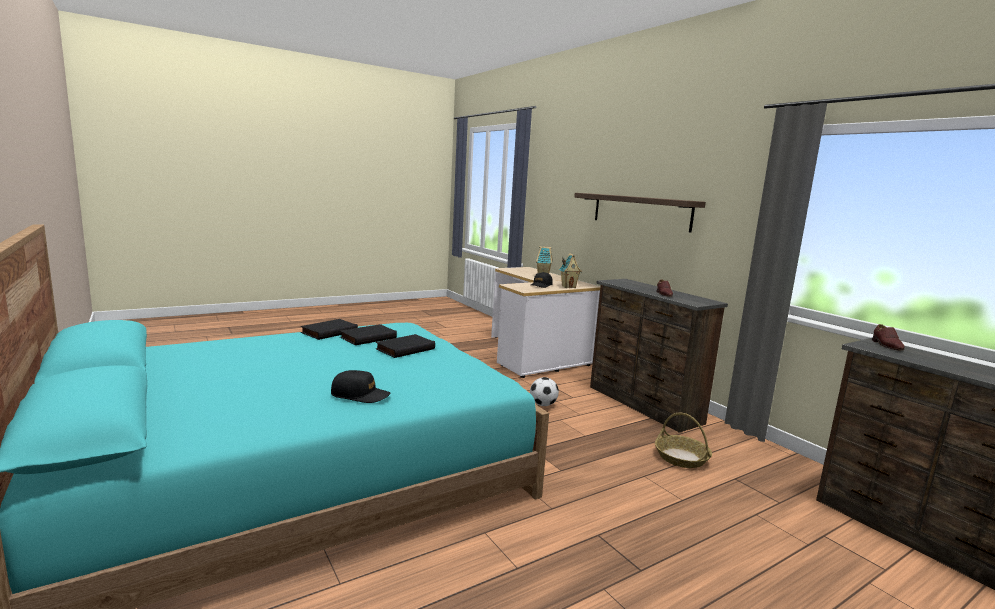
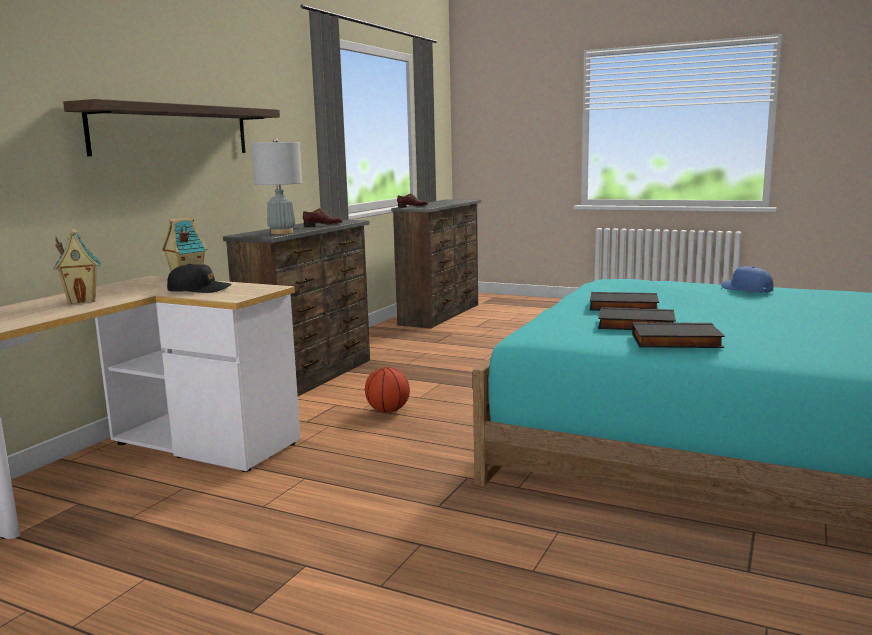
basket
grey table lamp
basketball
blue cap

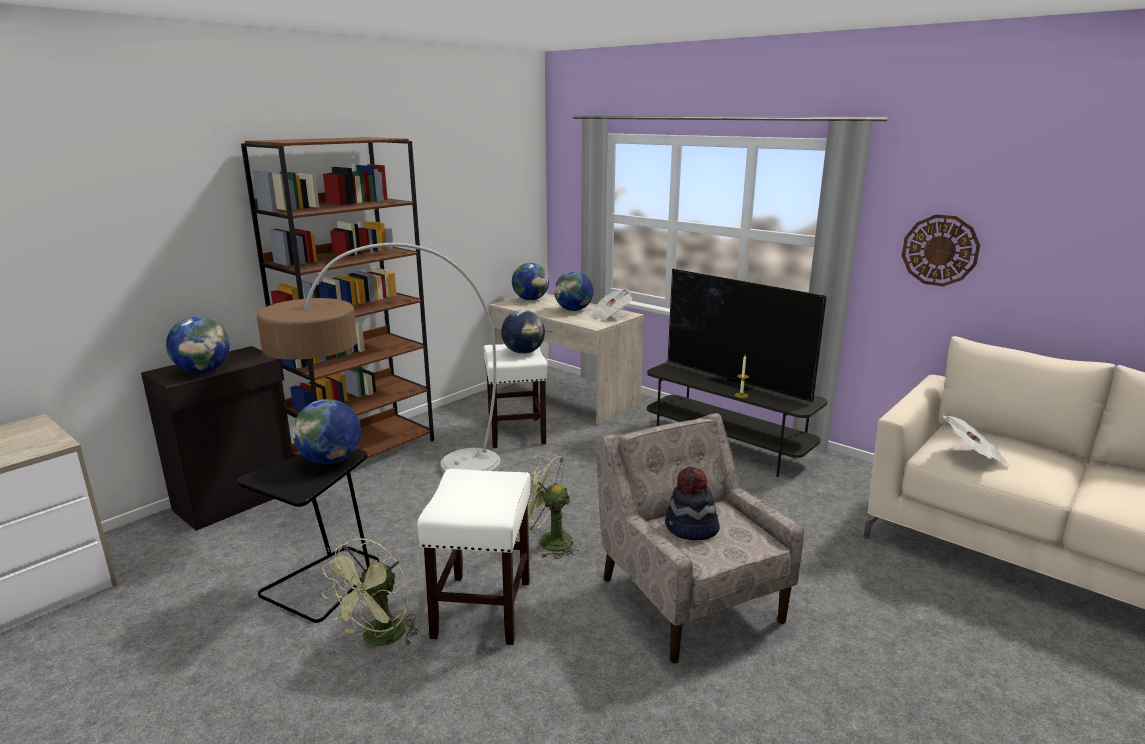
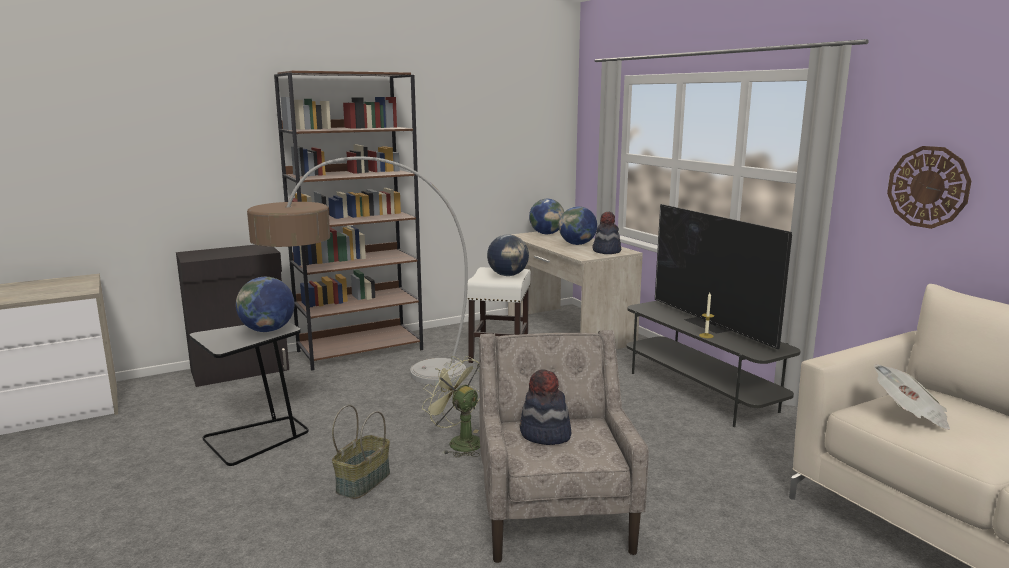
globe (no. 1 from left in the first image)
green fan (no. 1 from left in the first image)
basket
hat (no. 2 from left)

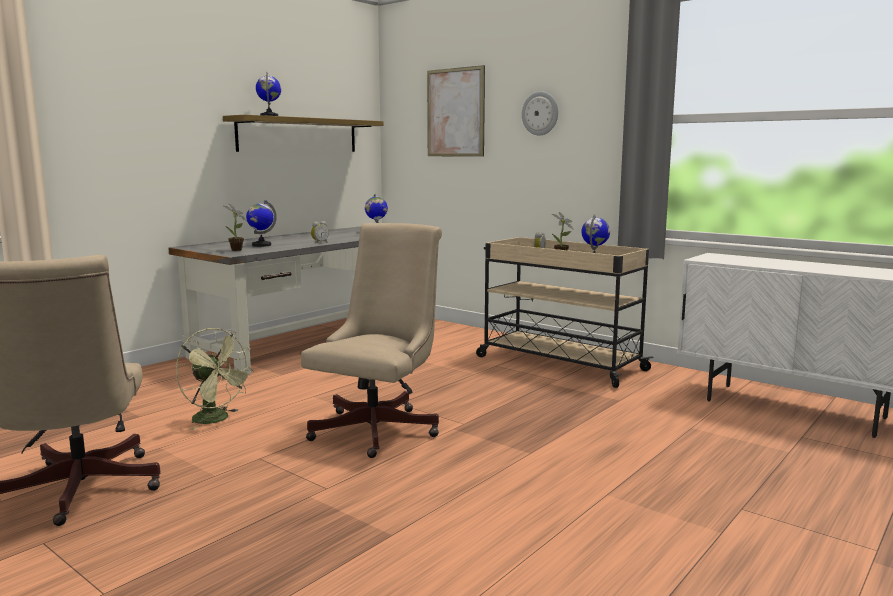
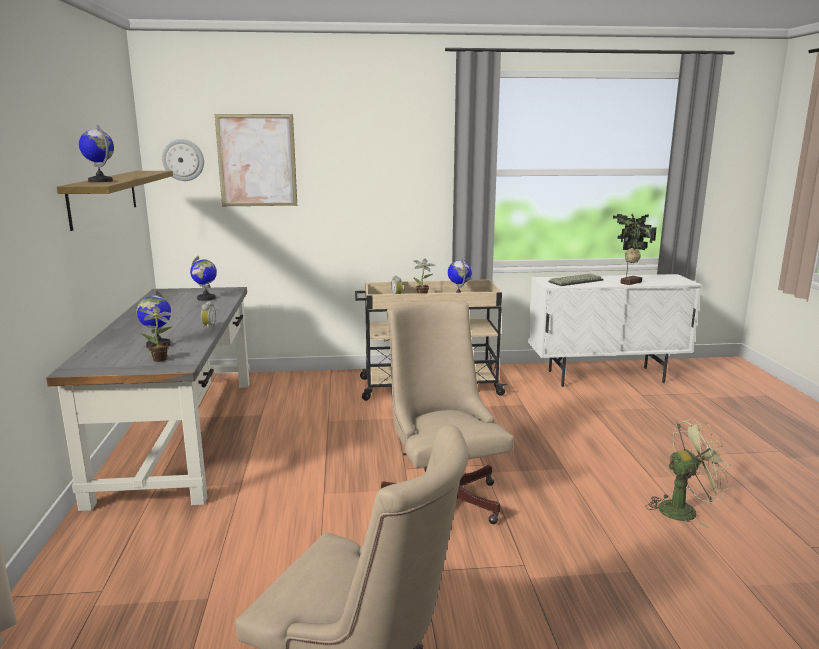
keyboard
potted plant (no. 3 from left)
green fan
wall clock

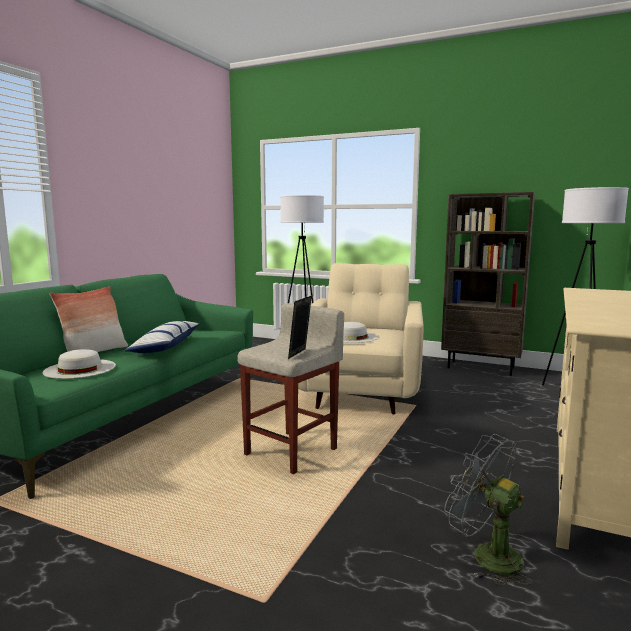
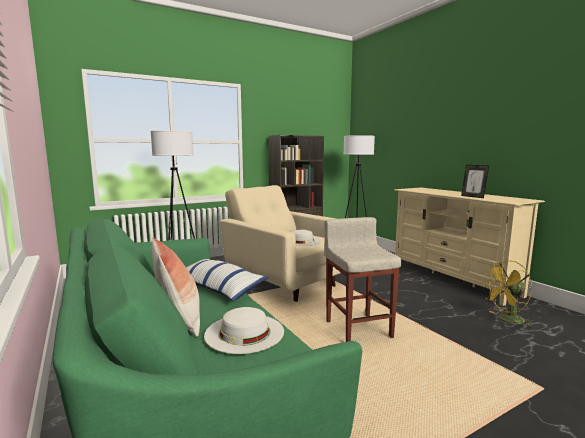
picture frame
yellow fan

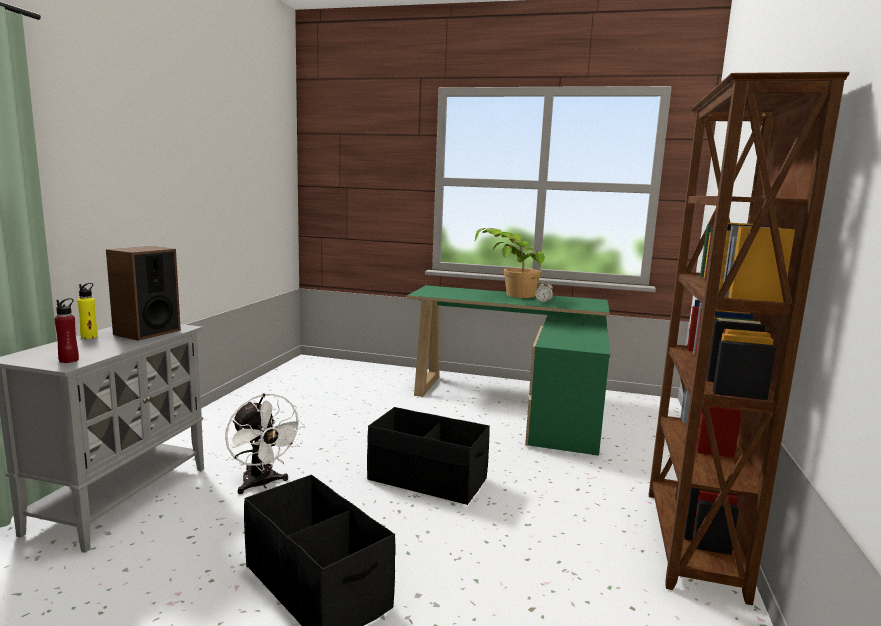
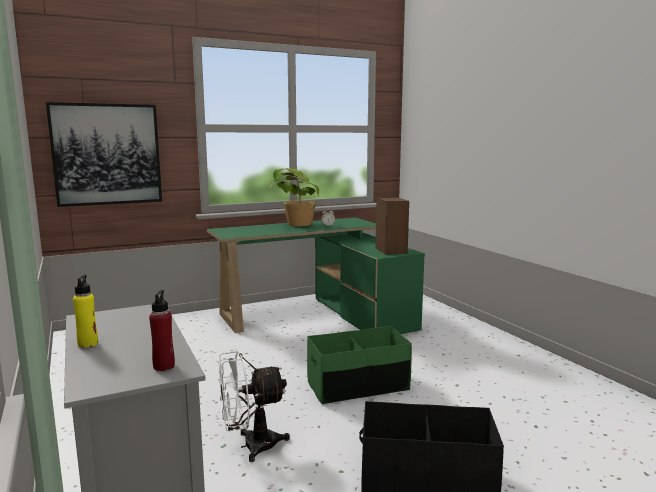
brown bookcase
picture
speaker
green storage box
white fan

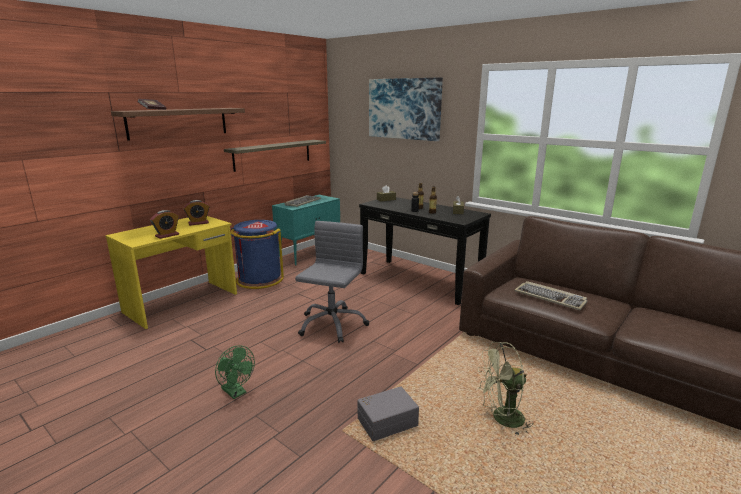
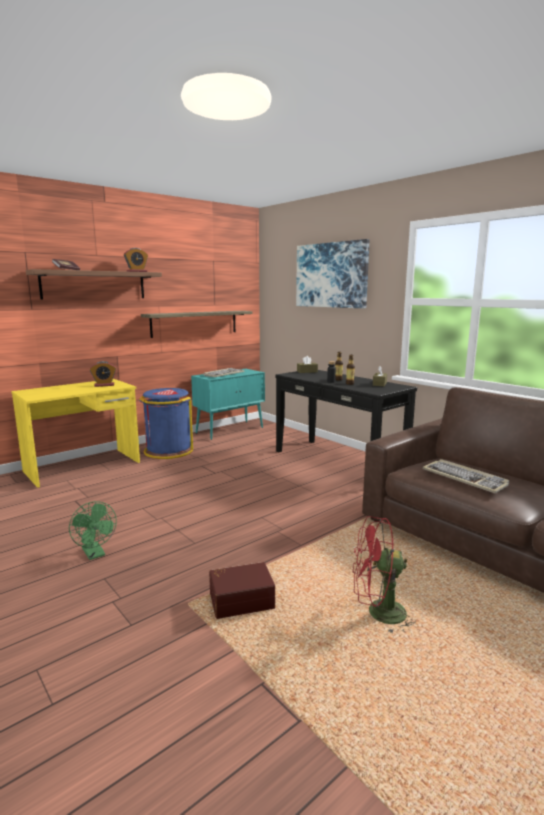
grey office chair
alarm clock (no. 2 from left)
brown storage box
red fan

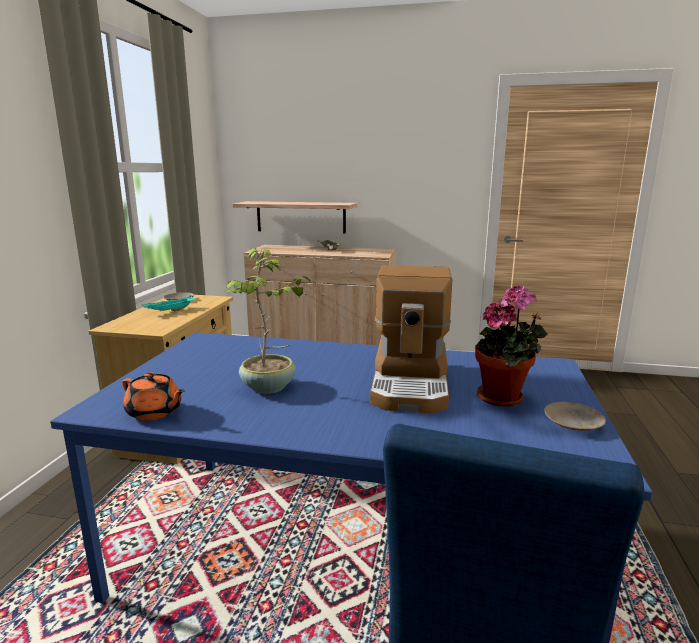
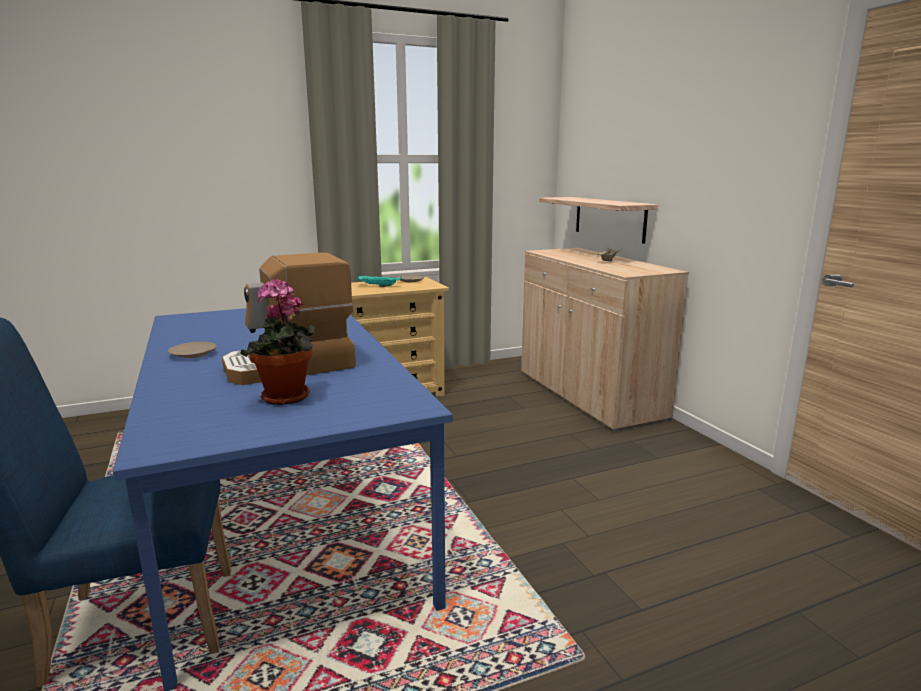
orange teapot
potted plant (no. 1 from left in the first image)
beige plate (no. 1 from left)

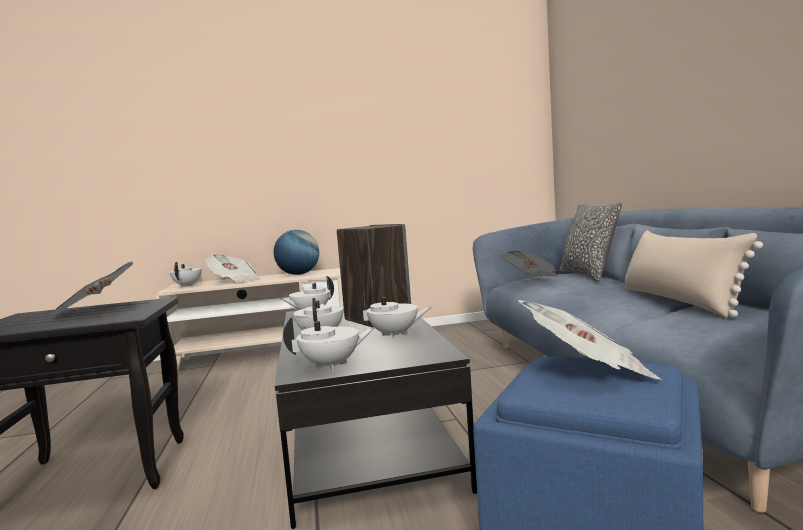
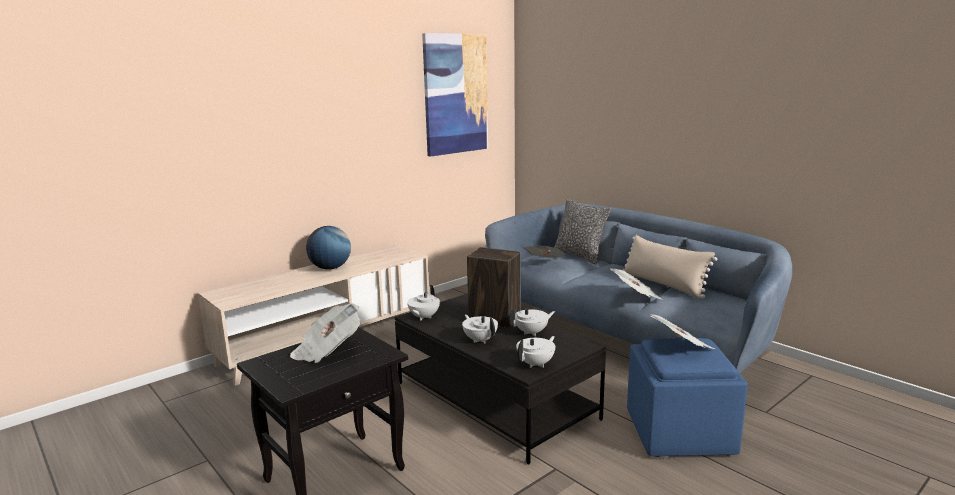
white teapot (no. 1 from left in the first image)
picture
newspaper (no. 3 from left)

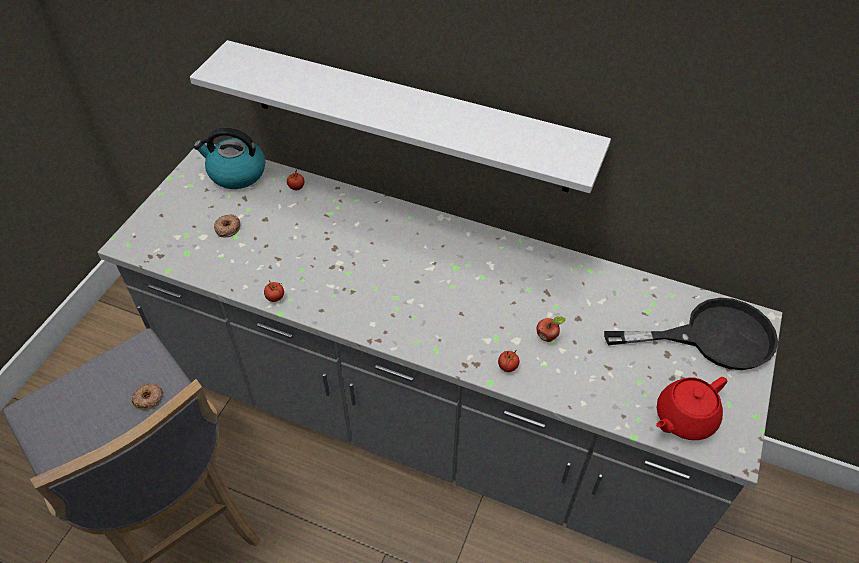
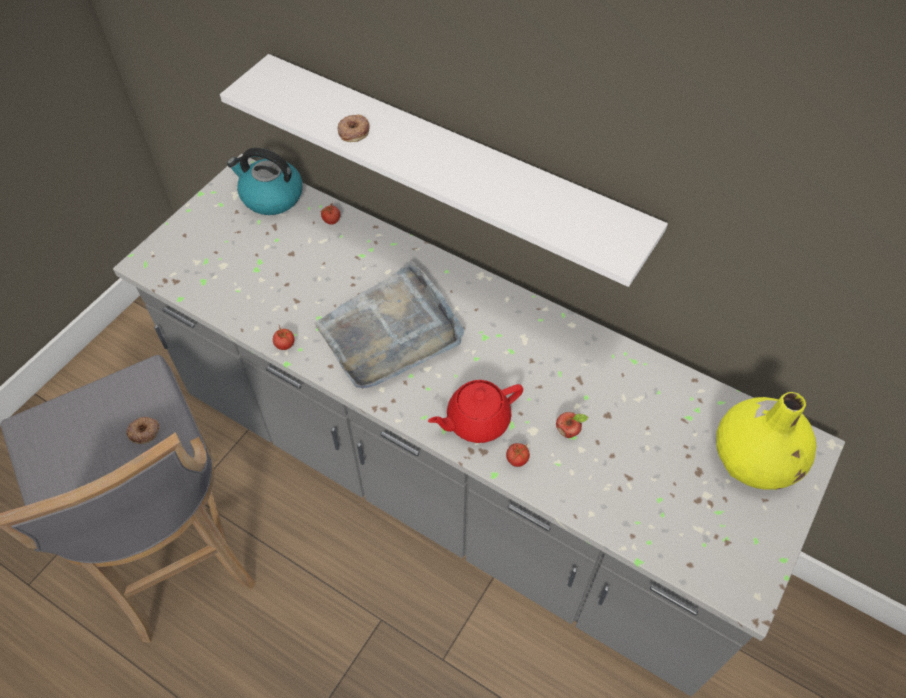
grey tray
donut (no. 2 from left)
red teapot
yellow vase

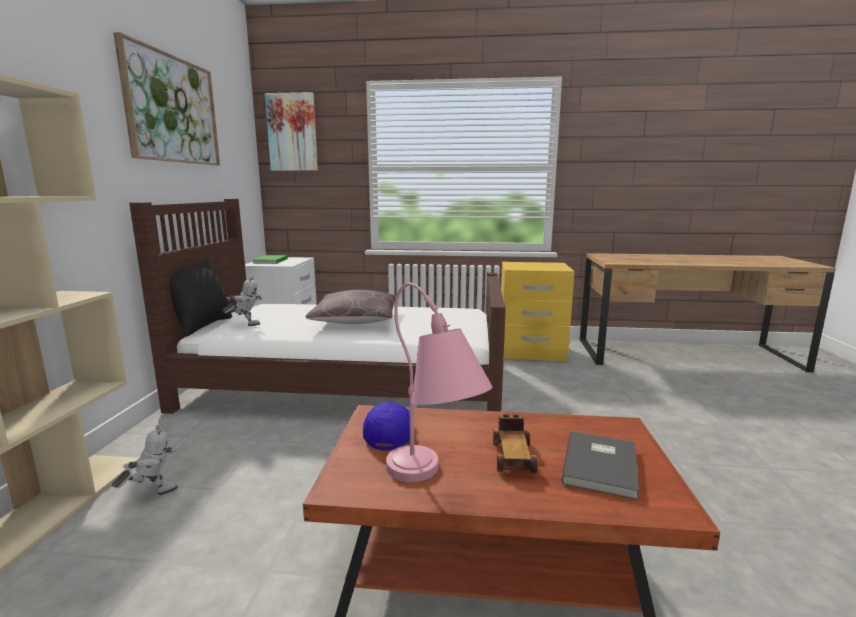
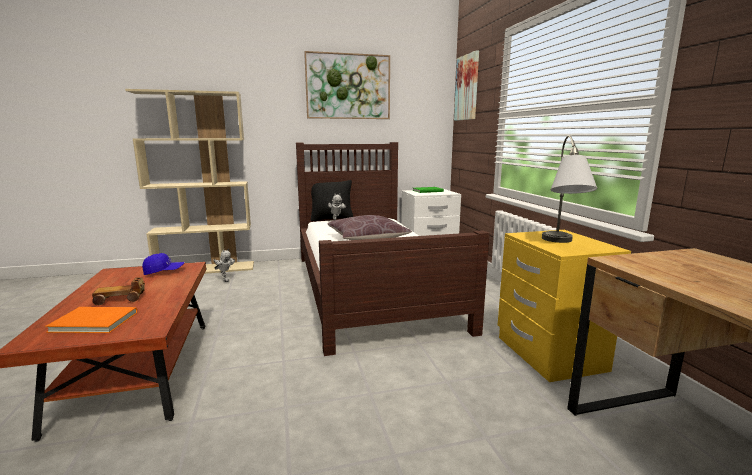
pink table lamp
grey table lamp
orange book

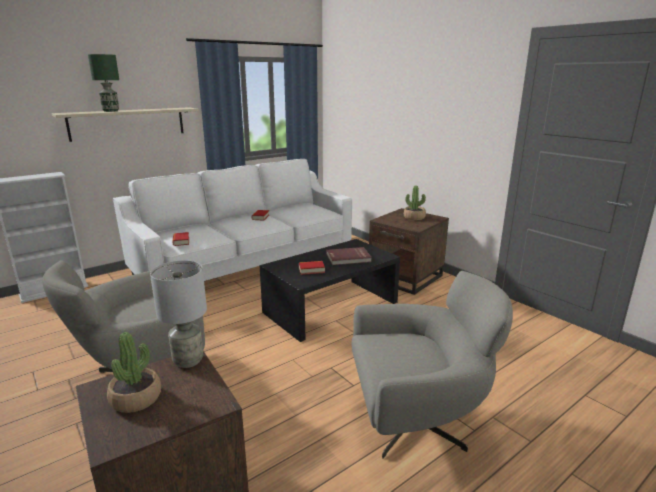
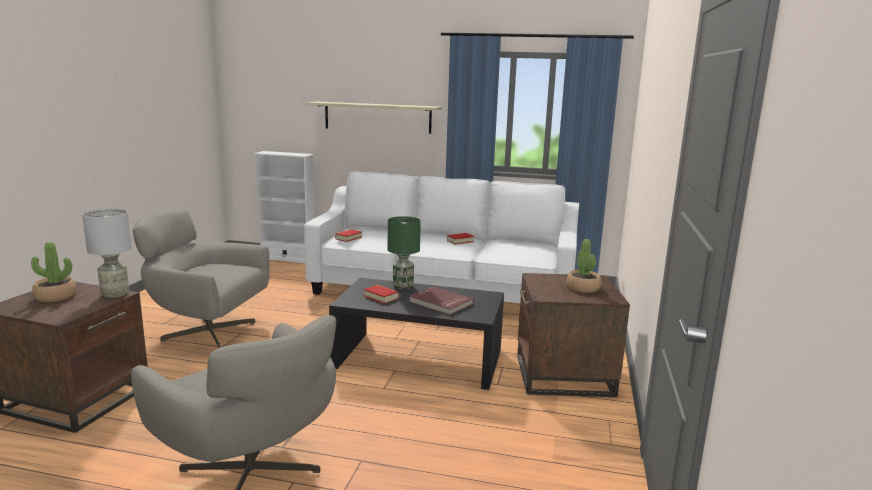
green table lamp

